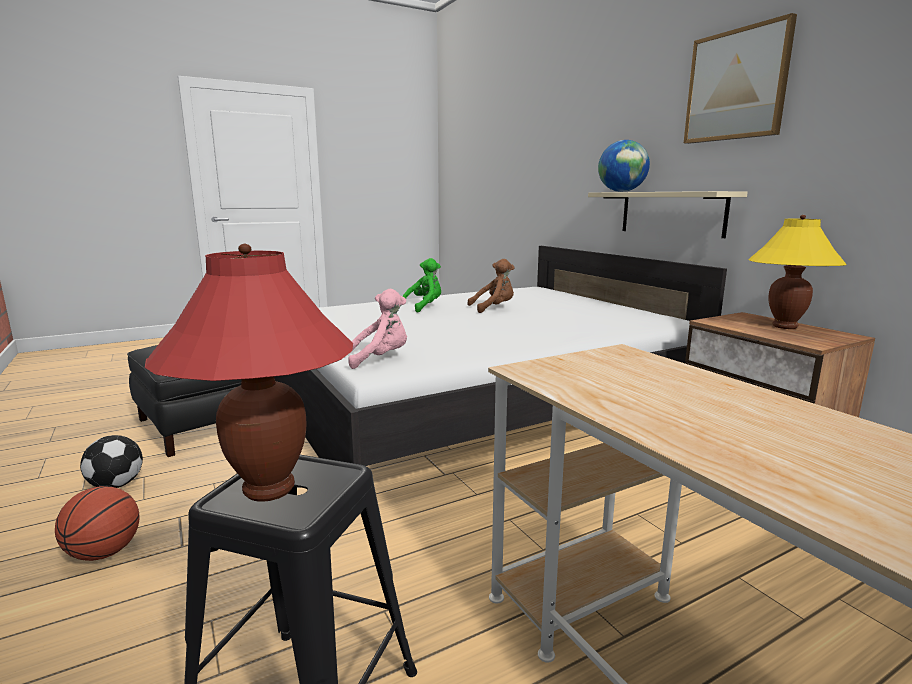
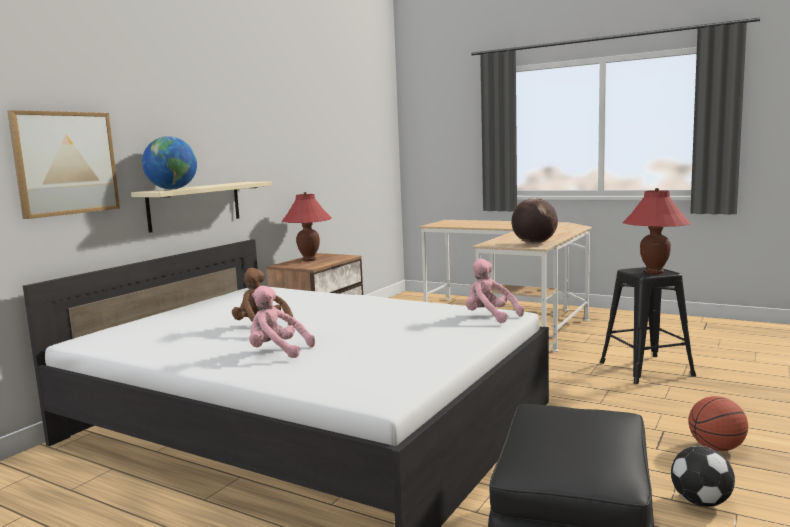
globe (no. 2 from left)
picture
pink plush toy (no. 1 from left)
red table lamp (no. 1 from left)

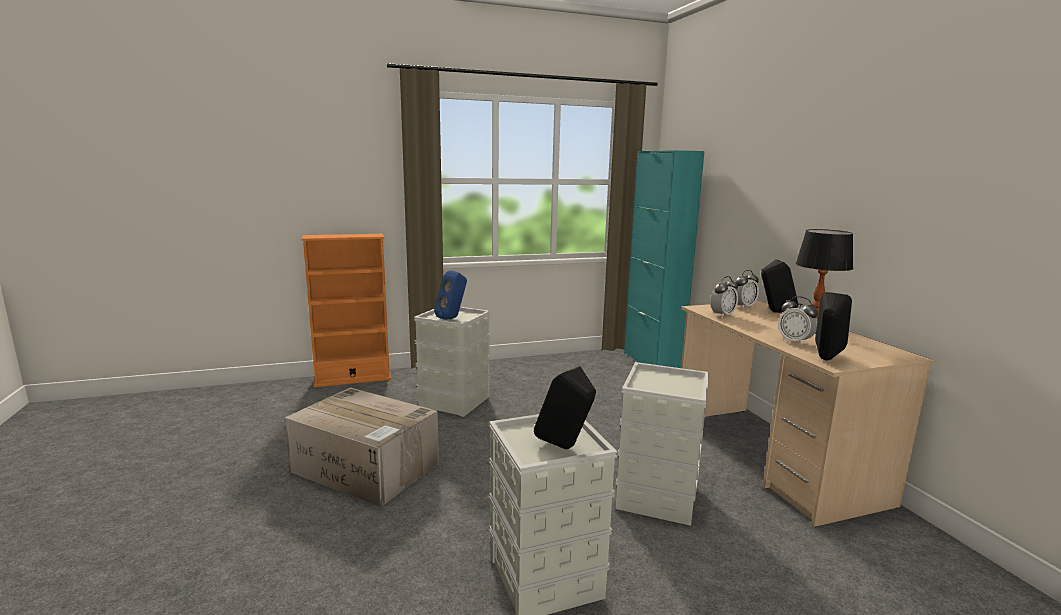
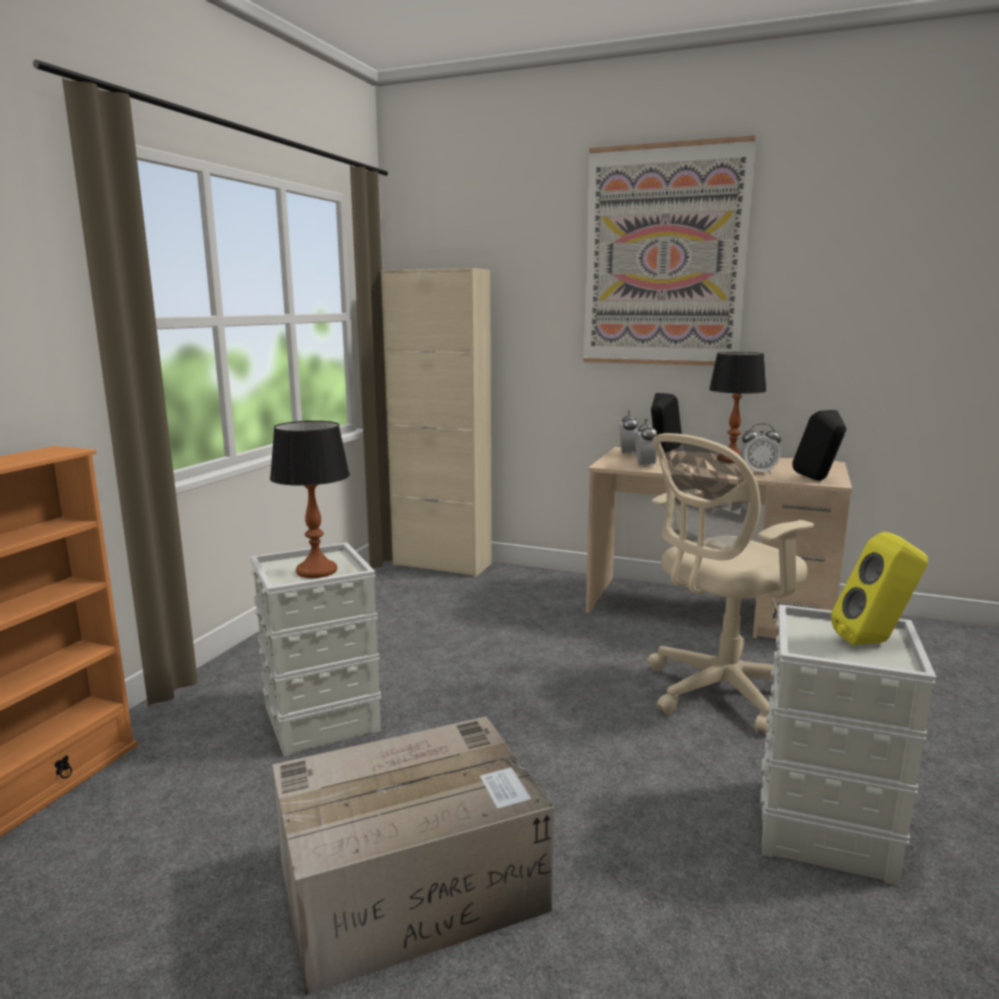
picture
table lamp (no. 1 from left)
beige office chair
yellow speaker
beige cabinet

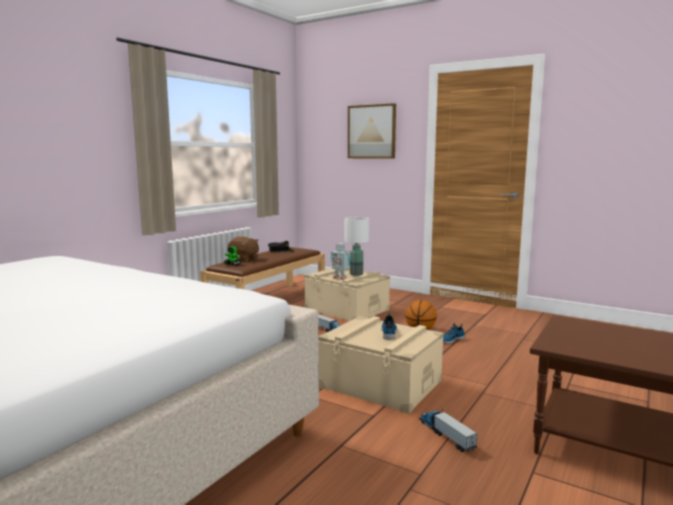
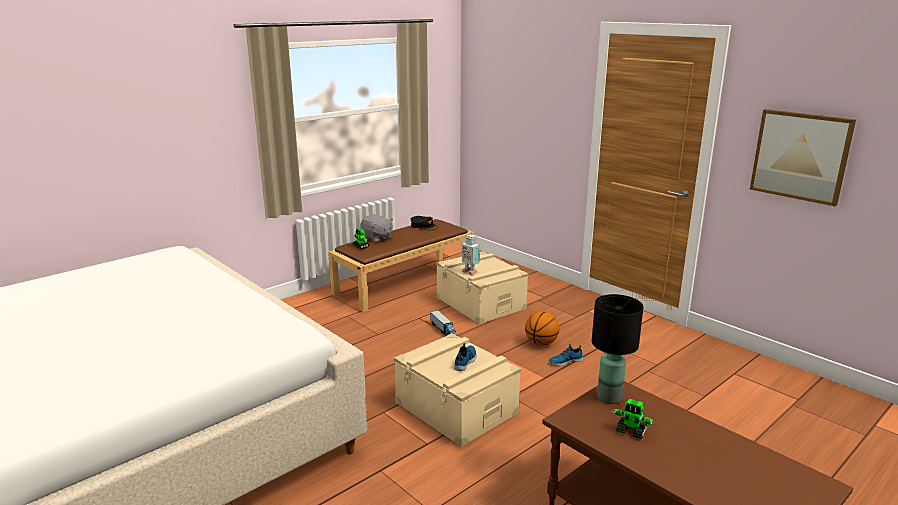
white table lamp
toy truck (no. 2 from left in the first image)
black table lamp
toy robot (no. 3 from left)
picture
grey plush toy

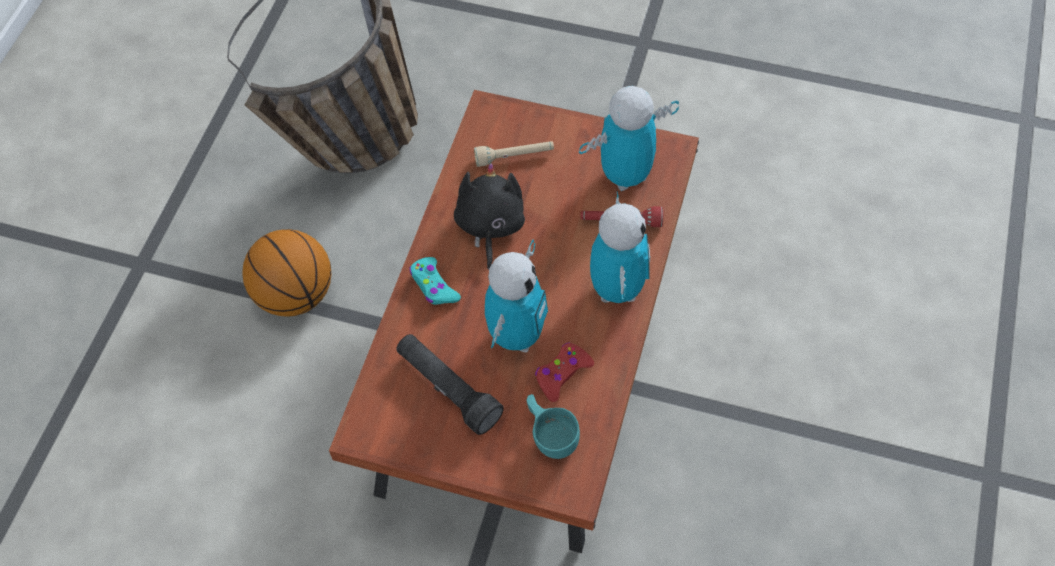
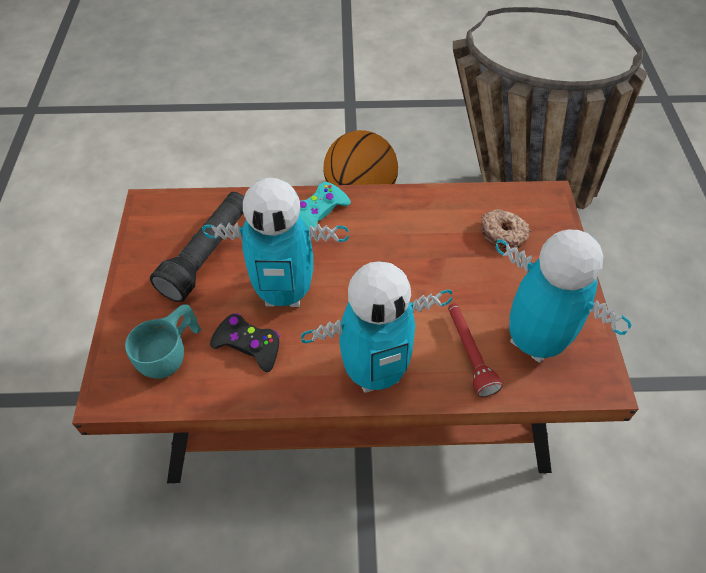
black plush toy
donut
black game controller

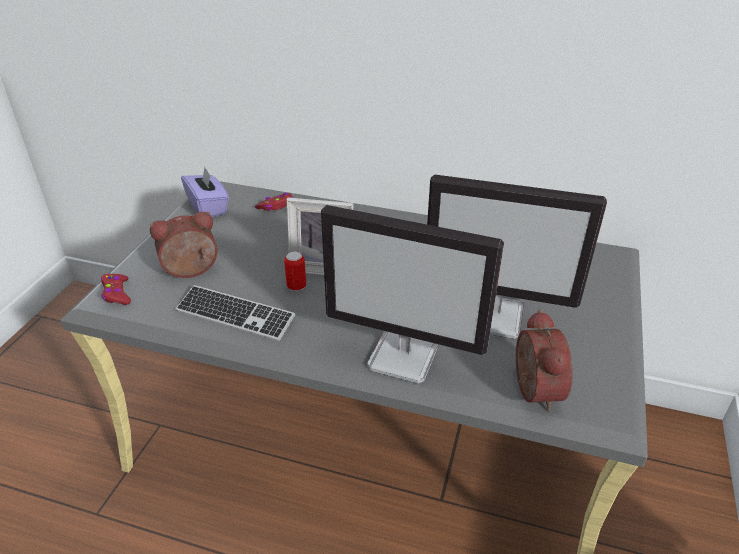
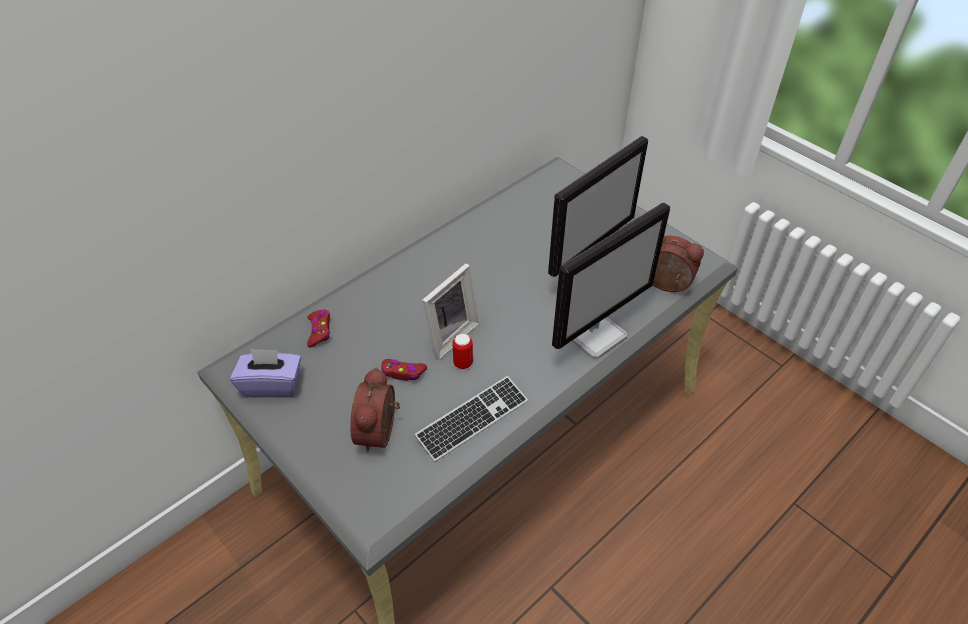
red game controller (no. 2 from left)

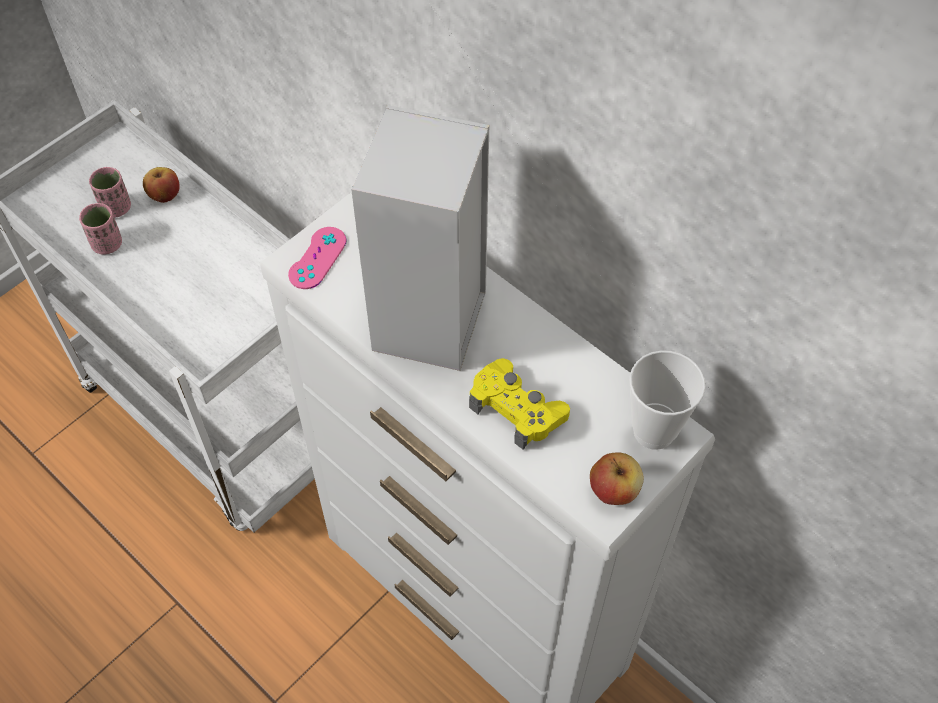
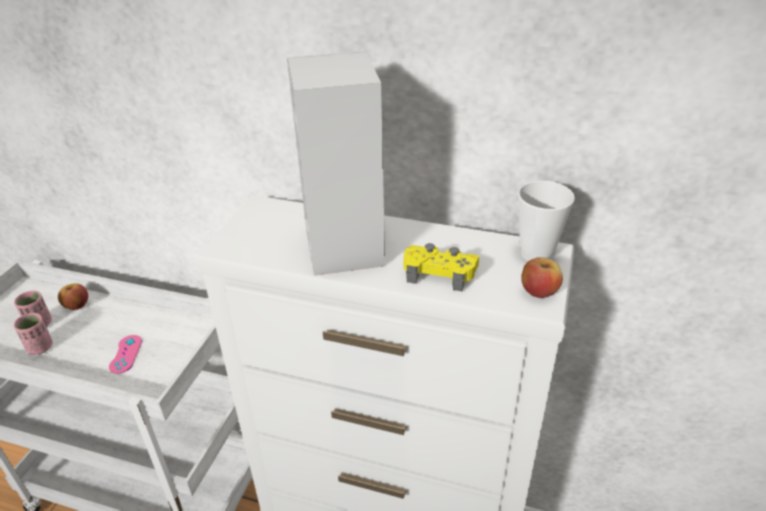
pink game controller

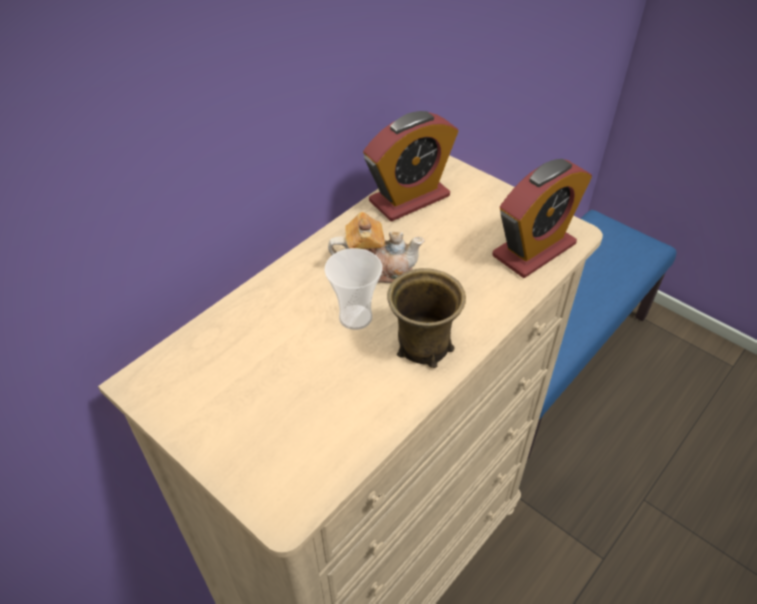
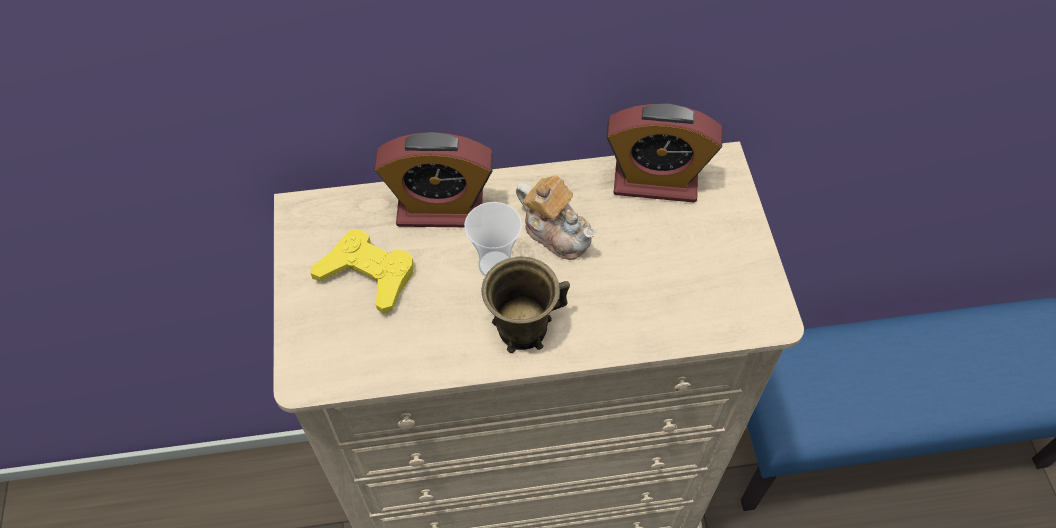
yellow game controller
alarm clock (no. 1 from left)

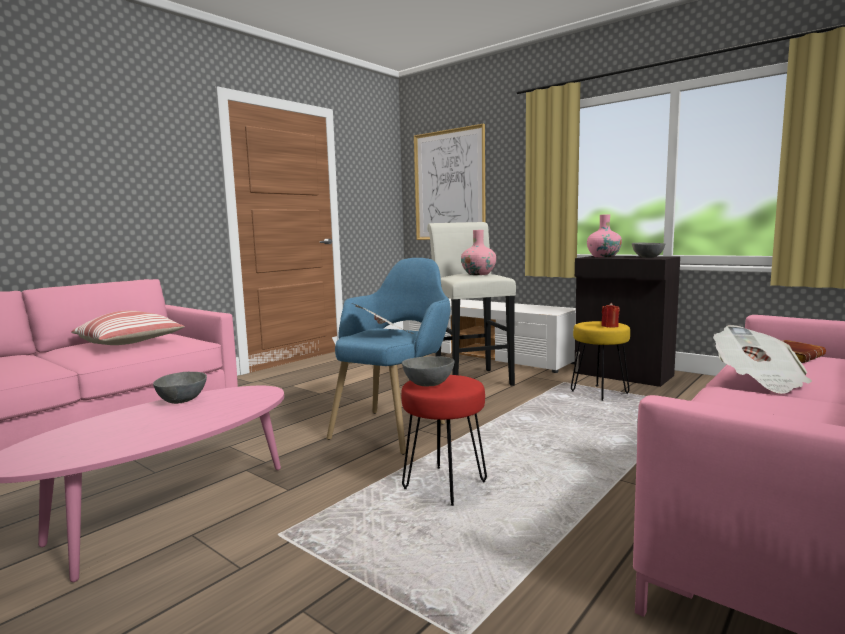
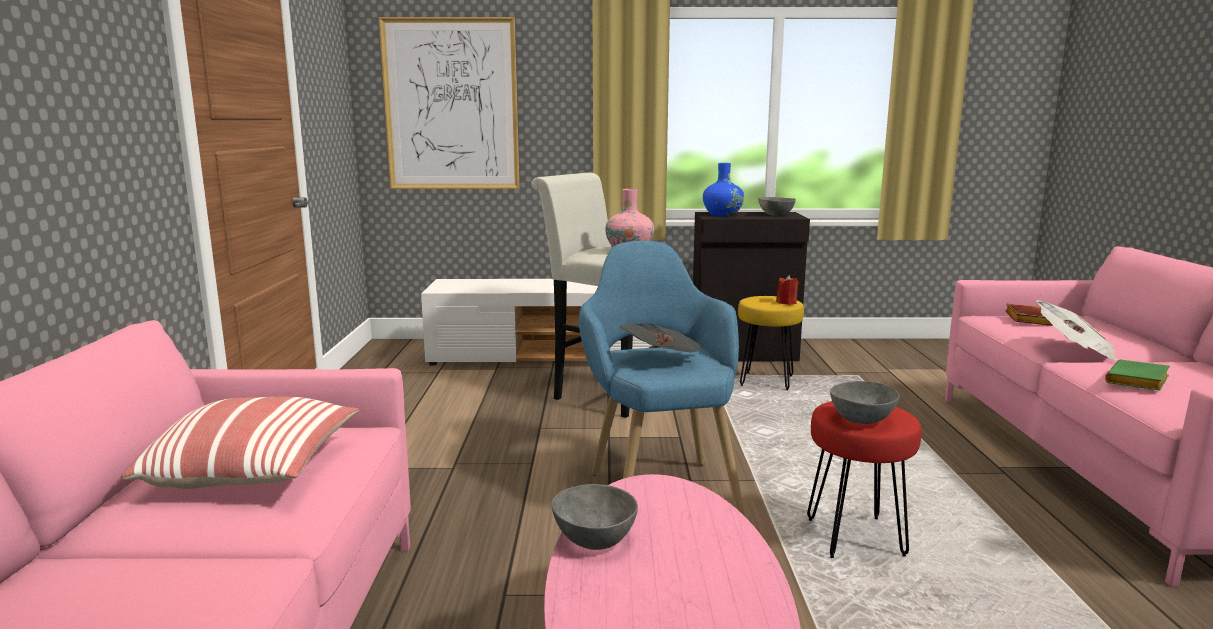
green book
blue vase

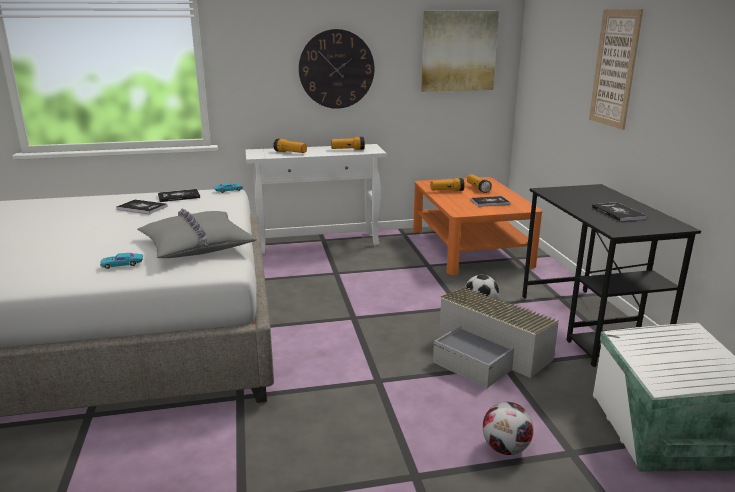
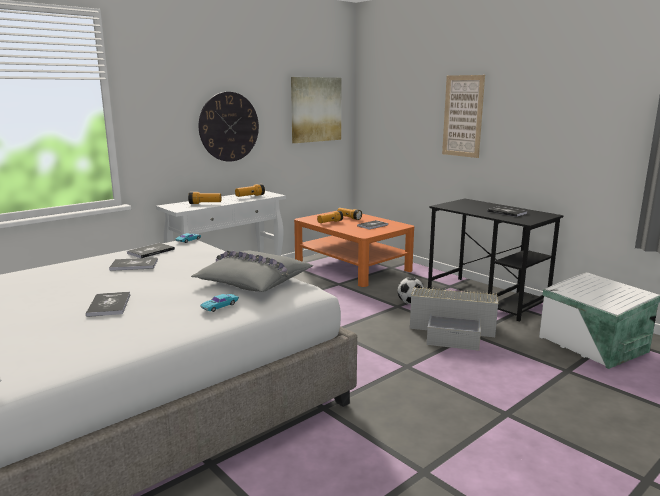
football (no. 2 from left in the first image)
book (no. 1 from left)

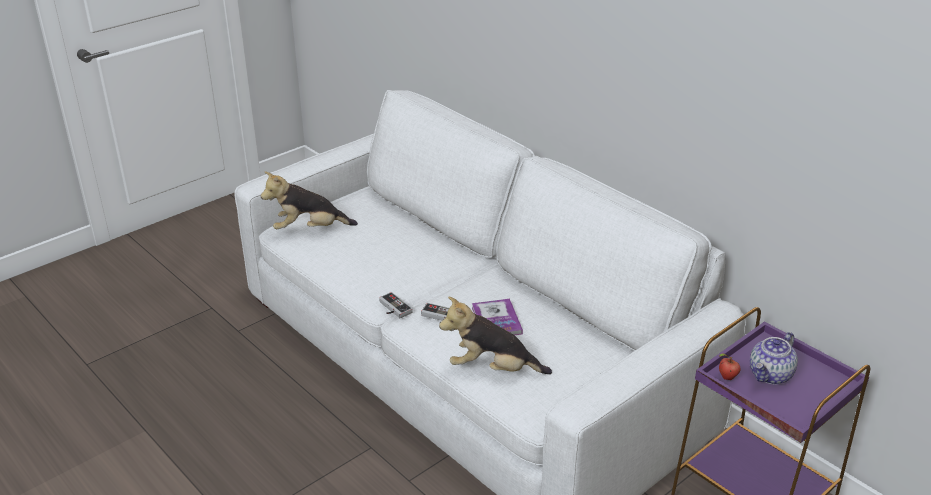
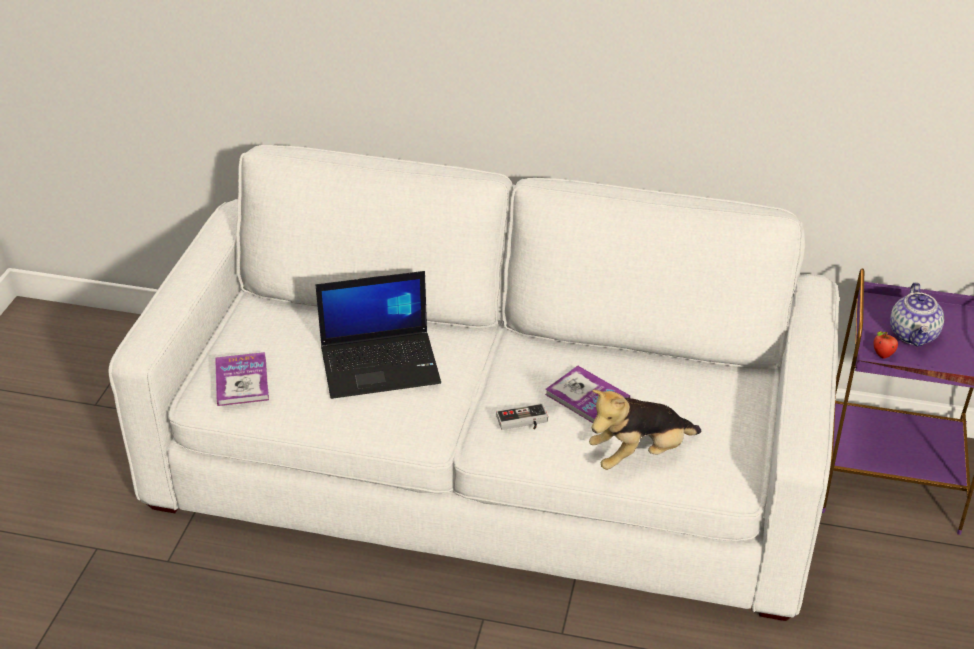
game controller (no. 1 from left in the first image)
laptop
book (no. 1 from left)

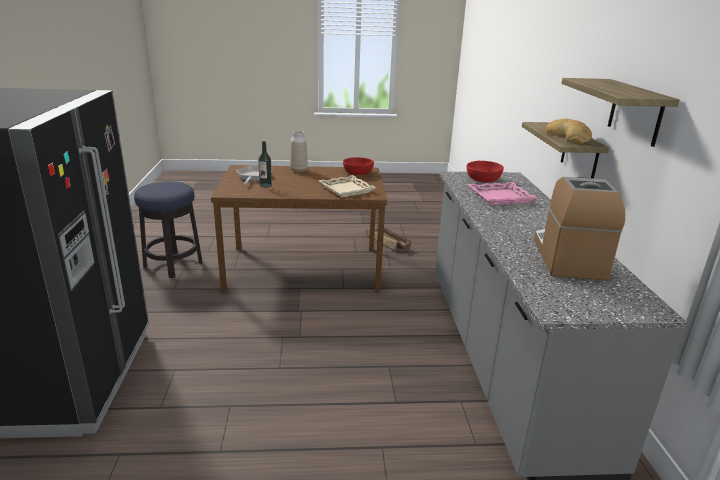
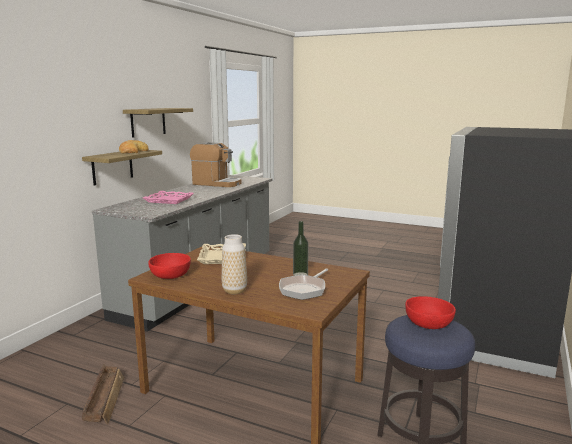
red bowl (no. 2 from left)
coffee machine

